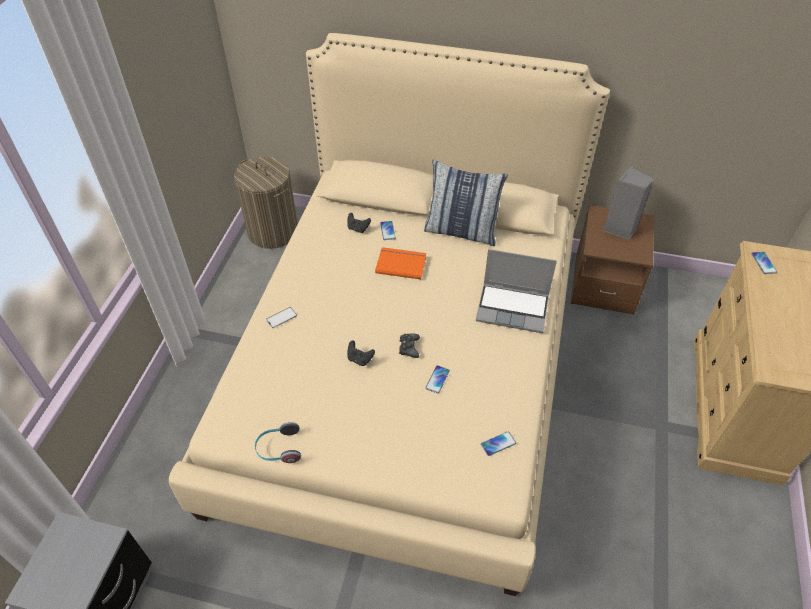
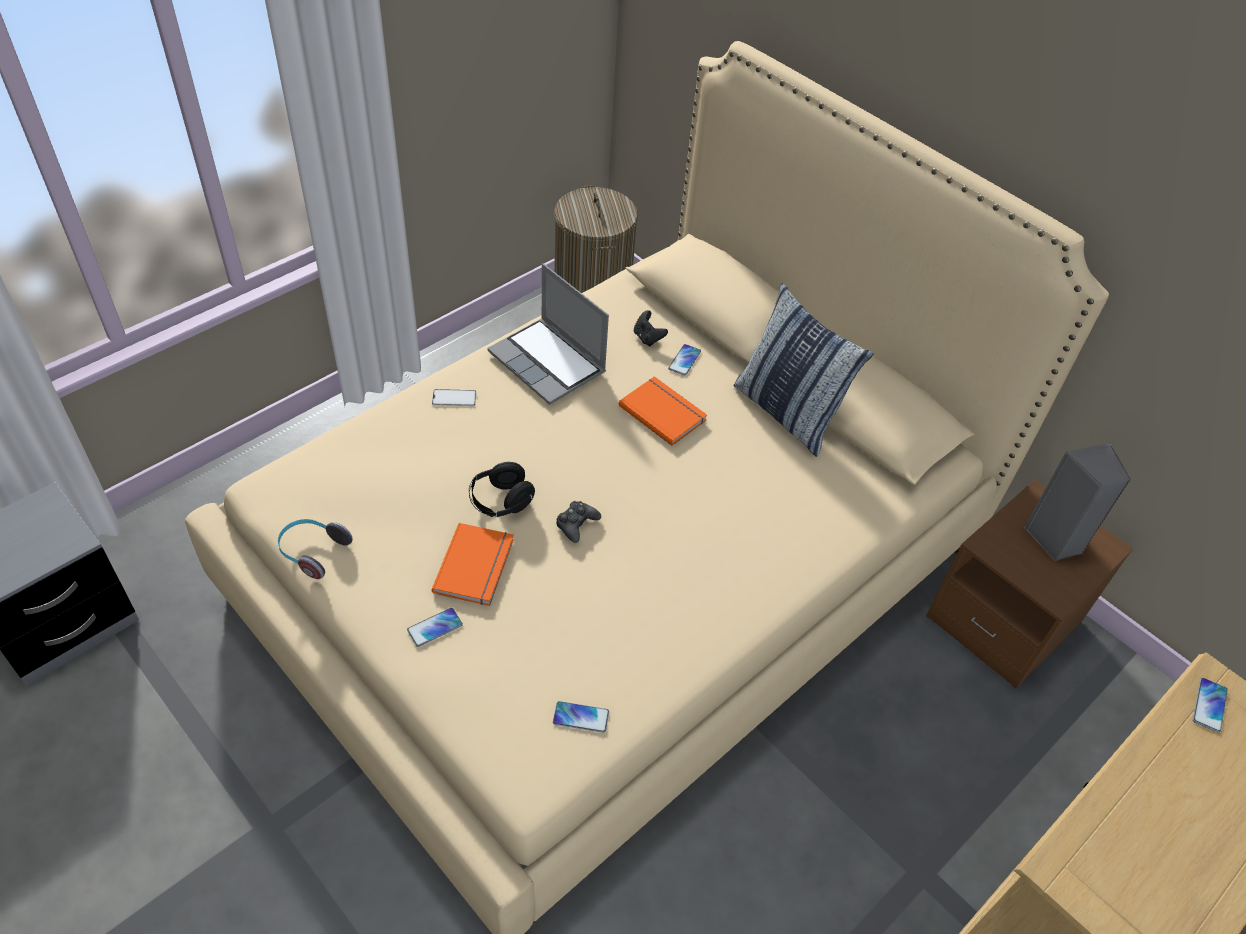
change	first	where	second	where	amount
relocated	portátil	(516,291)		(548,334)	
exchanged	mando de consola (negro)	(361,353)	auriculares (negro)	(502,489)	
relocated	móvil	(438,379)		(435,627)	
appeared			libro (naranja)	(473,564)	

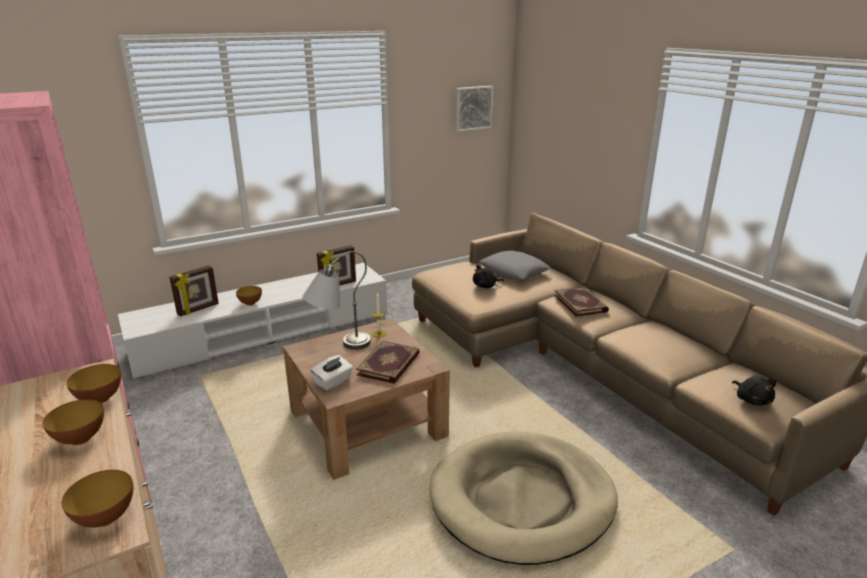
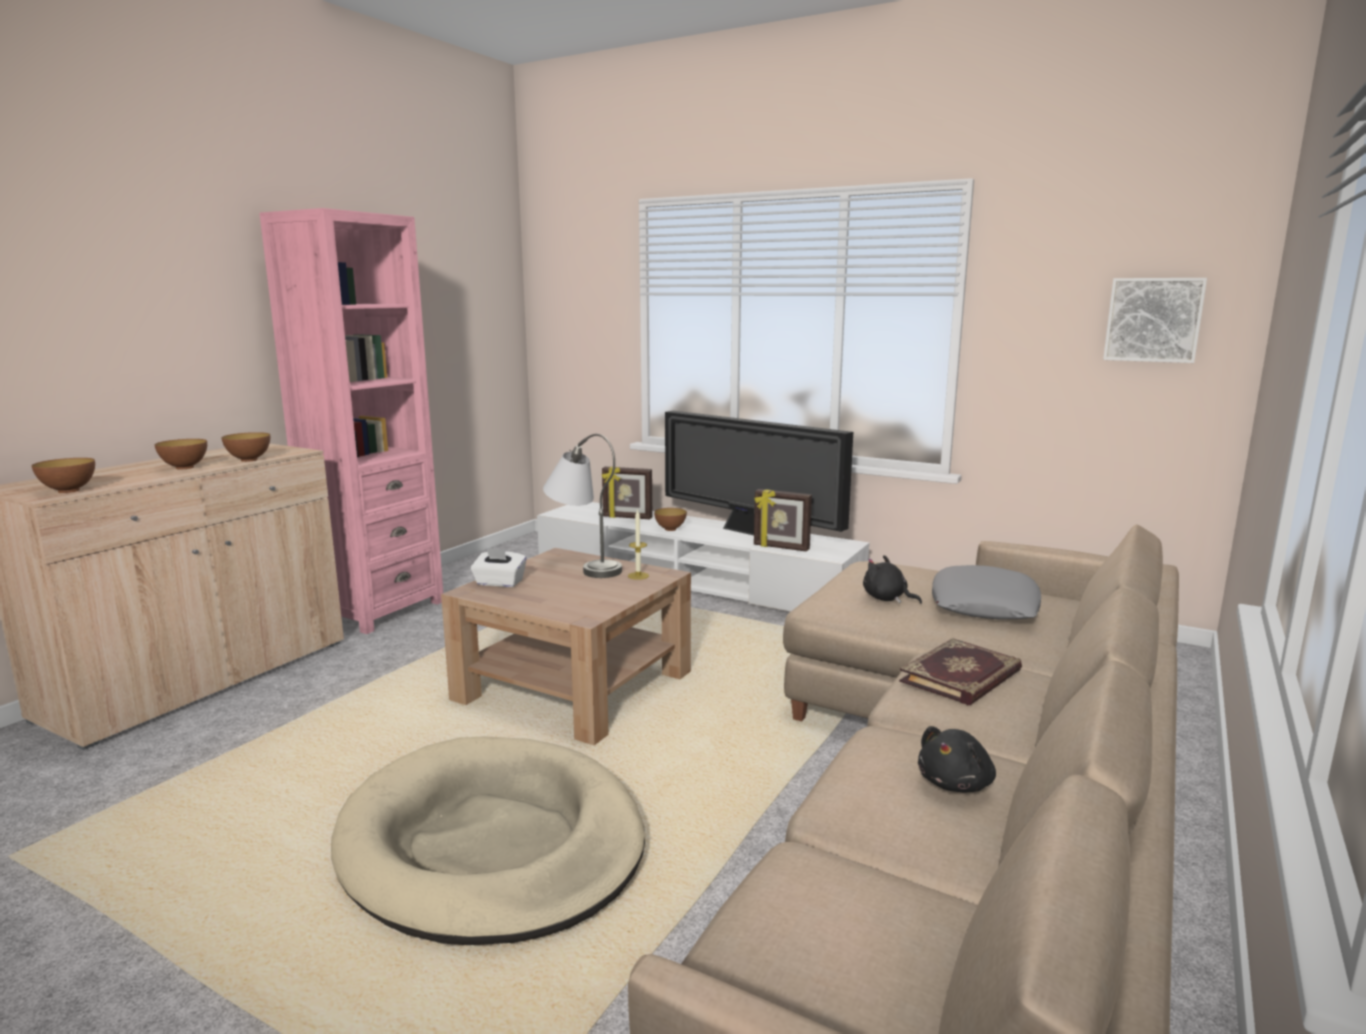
change	first	where	second	where	amount
missing	libro	(388,362)			
relocated	peluche (negro)	(754,390)		(957,759)	
appeared			televisor	(759,473)	

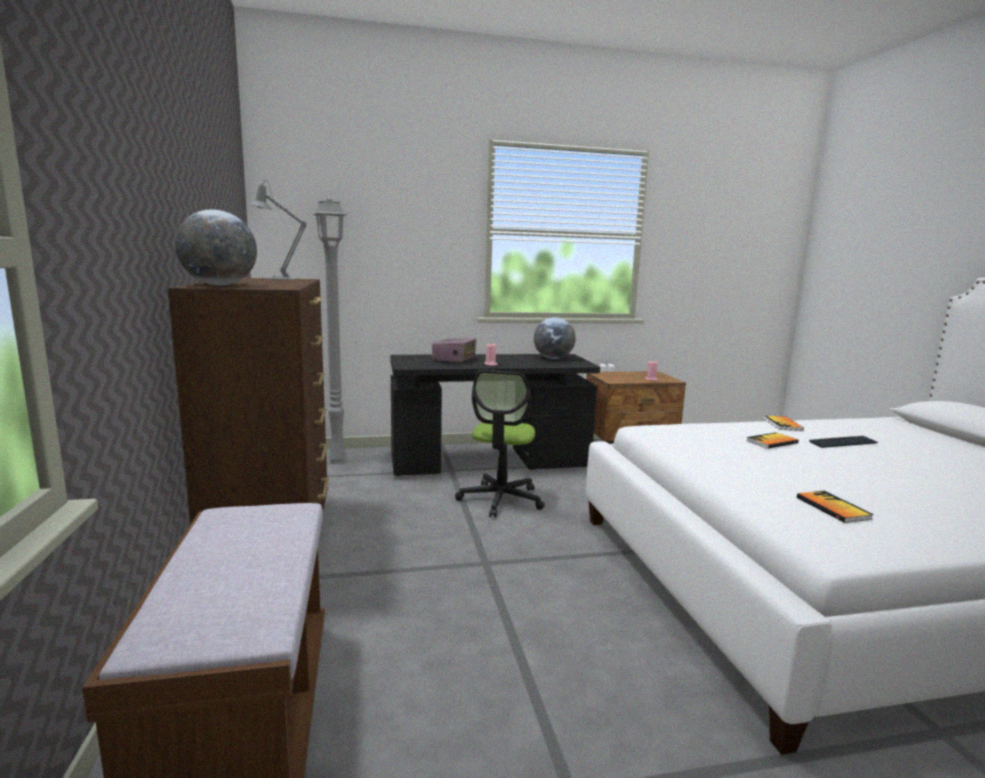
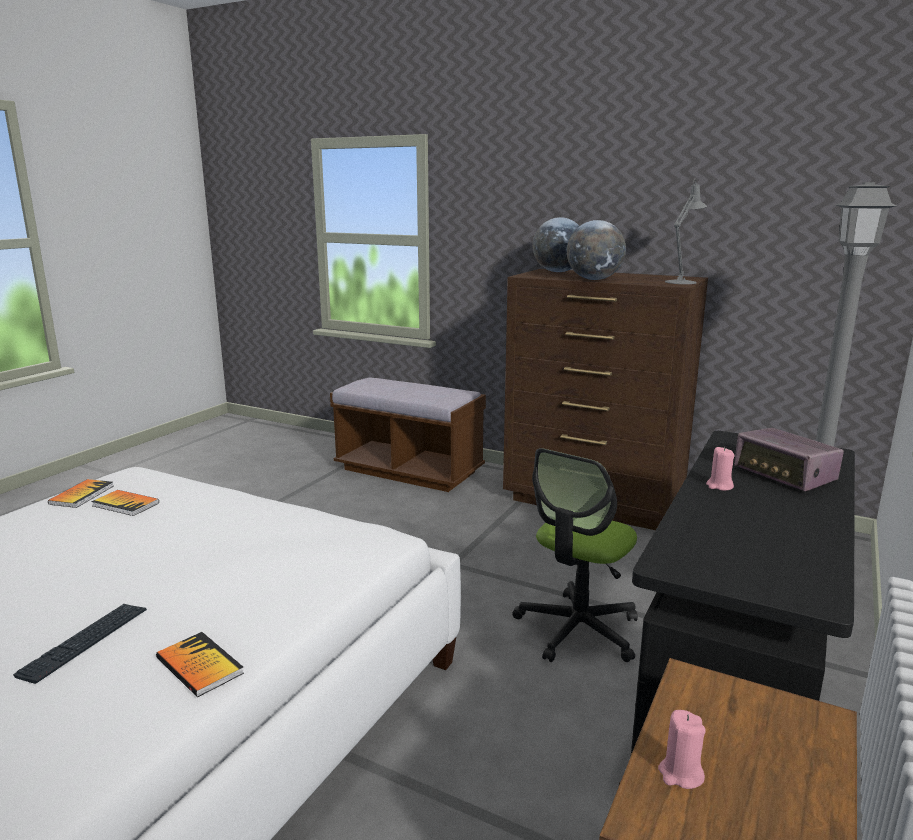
change	first	where	second	where	amount
relocated	globo terráqueo	(555,338)		(596,250)	
spun	silla de oficina	(500,444)		(575,555)	105 degrees counterclockwise
relocated	libro	(772,440)		(81,493)	

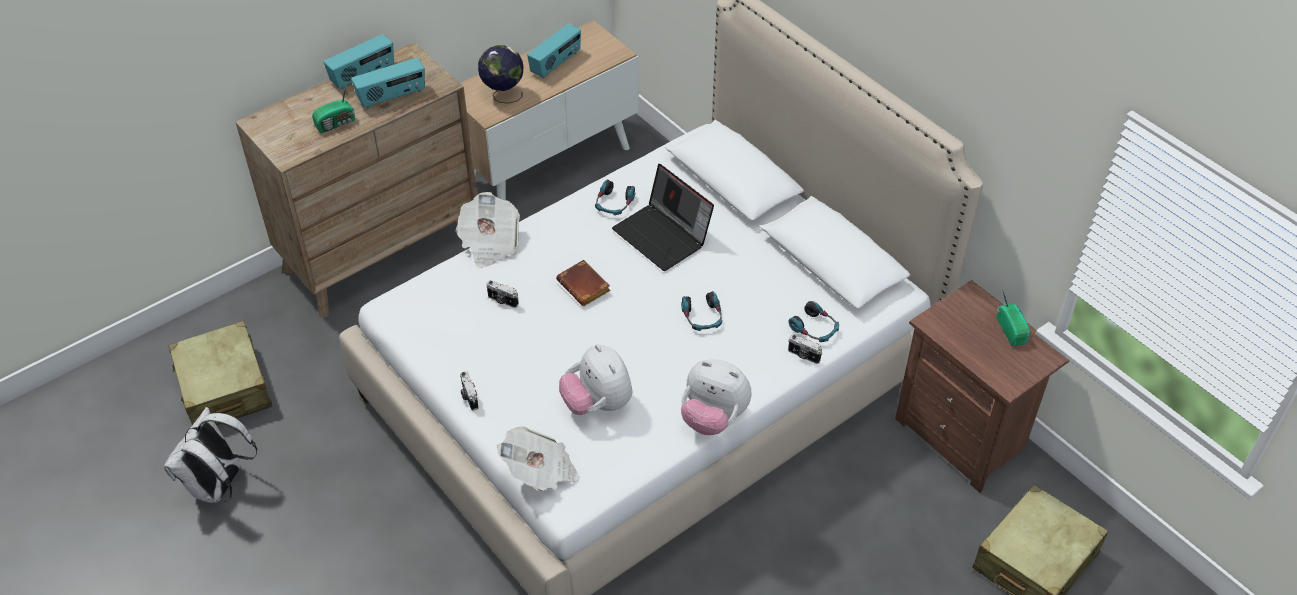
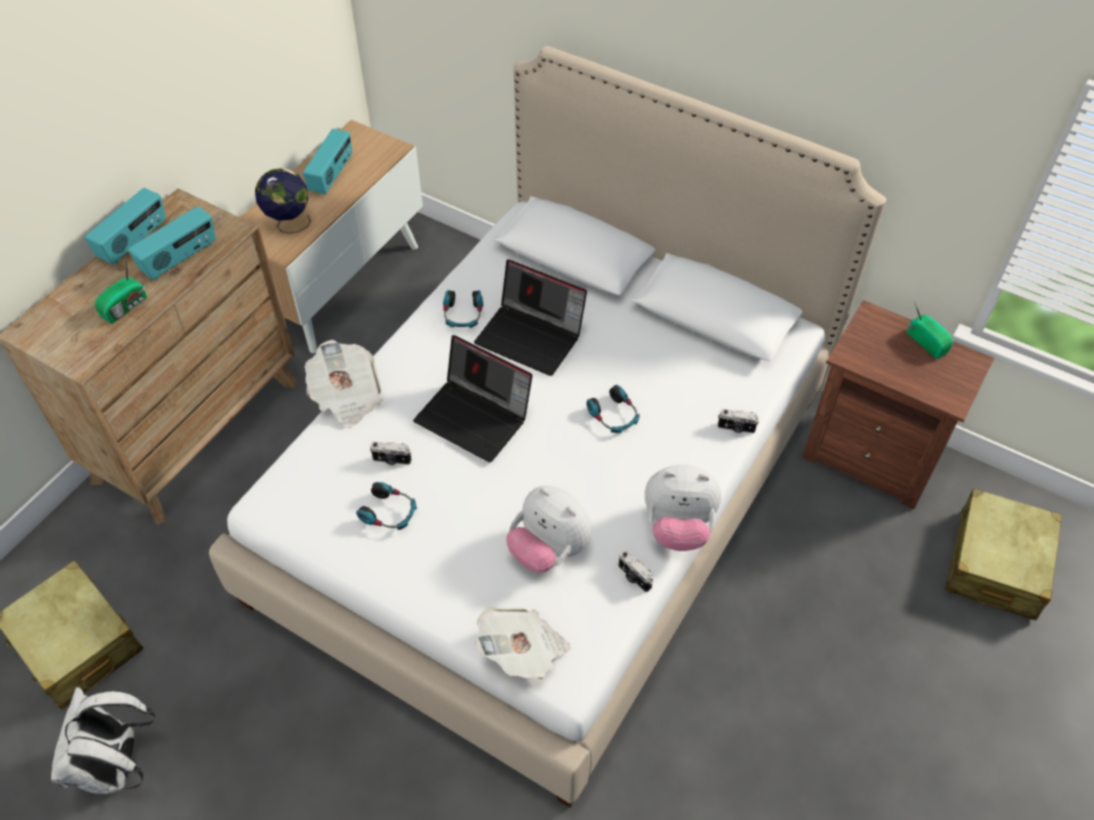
change	first	where	second	where	amount
exchanged	libro (marrón)	(583,283)	portátil	(473,399)	
relocated	auriculares	(814,321)		(386,506)	
relocated	cámara	(469,390)		(636,571)	

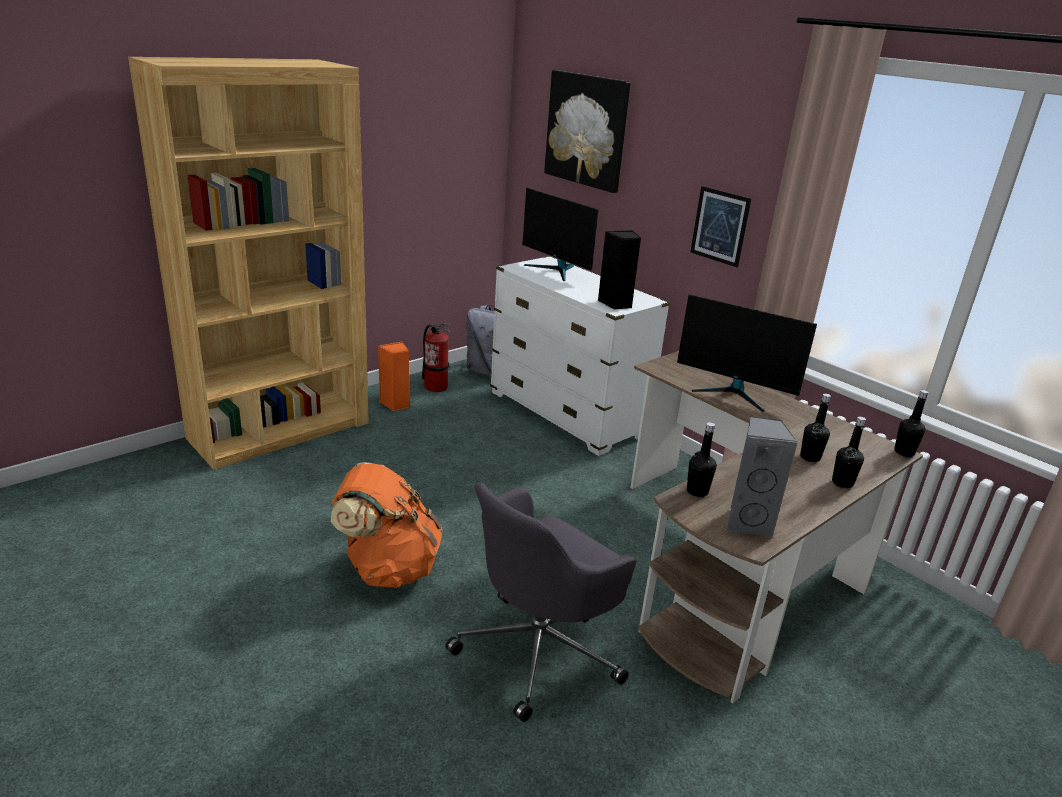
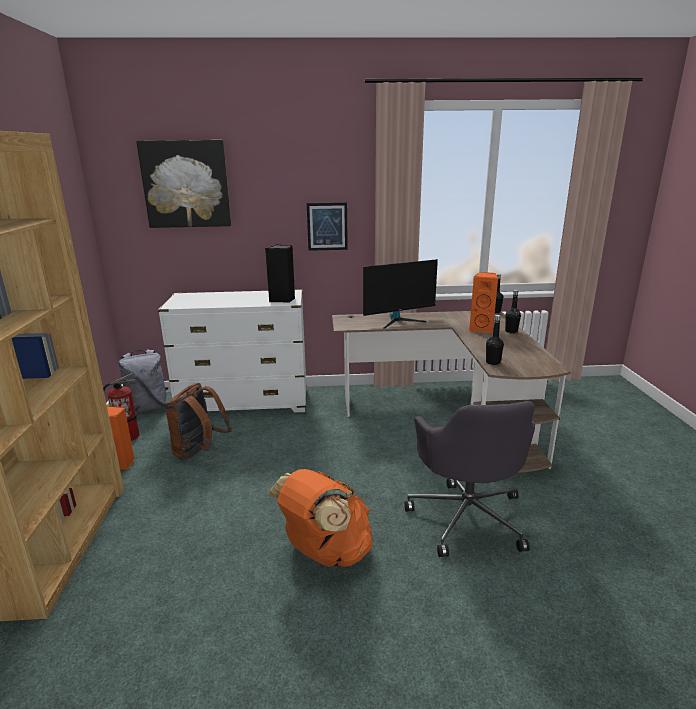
change	first	where	second	where	amount
missing	monitor	(560,234)			
exchanged	botella (negro)	(815,428)	altavoz (naranja)	(483,302)	
missing	altavoz (gris)	(762,476)			
appeared			mochila (marrón)	(199,421)	

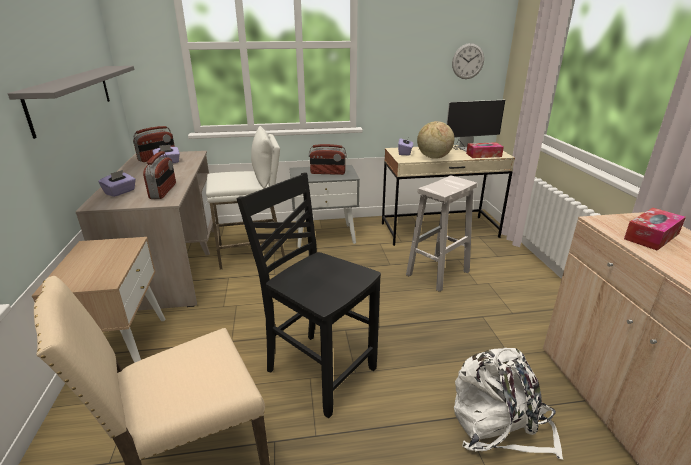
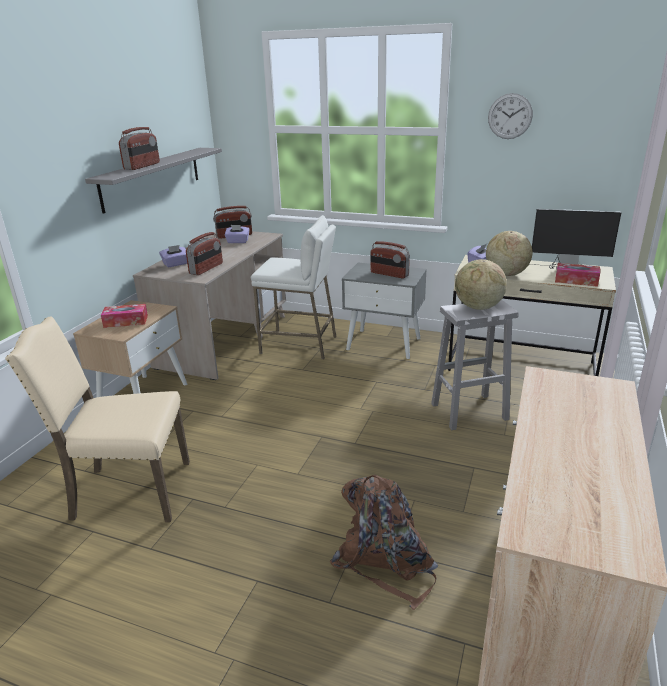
change	first	where	second	where	amount
relocated	reloj de pared	(468,61)		(510,116)	
missing	silla (negro)	(309,295)			
relocated	caja de pañuelos	(655,229)		(124,316)	
colour	mochila (blanco)	(508,404)	mochila (marrón)	(384,542)	
appeared			radio	(139,148)	
appeared			globo terráqueo	(481,284)	

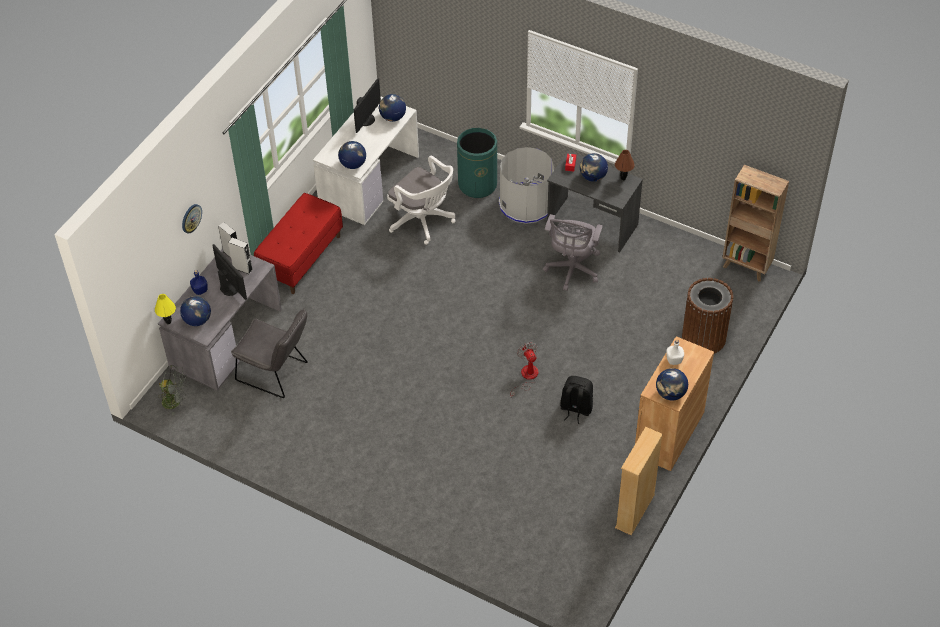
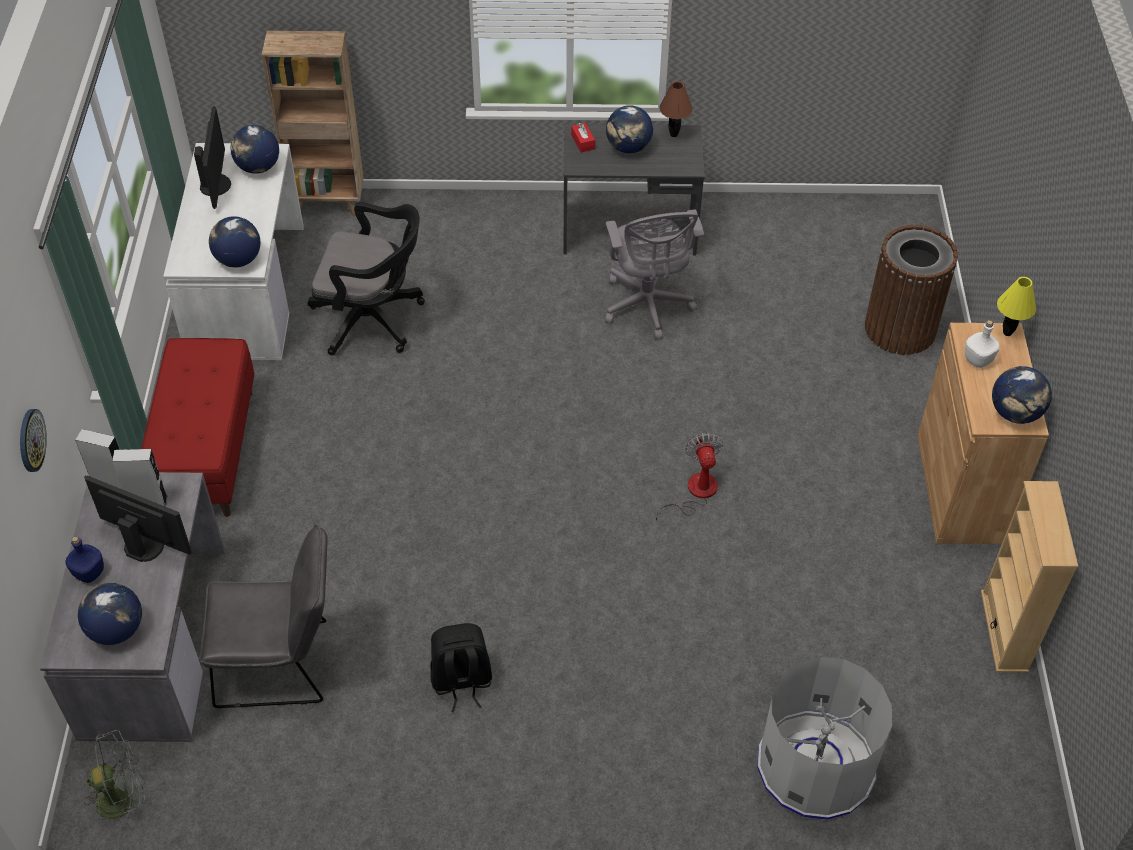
change	first	where	second	where	amount
missing	papelera (verde)	(477,163)			
relocated	papelera (gris)	(526,185)		(824,738)	
colour	silla de oficina (blanco)	(421,200)	silla de oficina (negro)	(366,278)	
relocated	estantería (marrón)	(755,223)		(313,124)	
relocated	lámpara de mesa (amarillo)	(165,309)		(1016,306)	
spun	ventilador	(524,370)		(688,477)	45 degrees clockwise
relocated	mochila (negro)	(576,400)		(461,667)	

